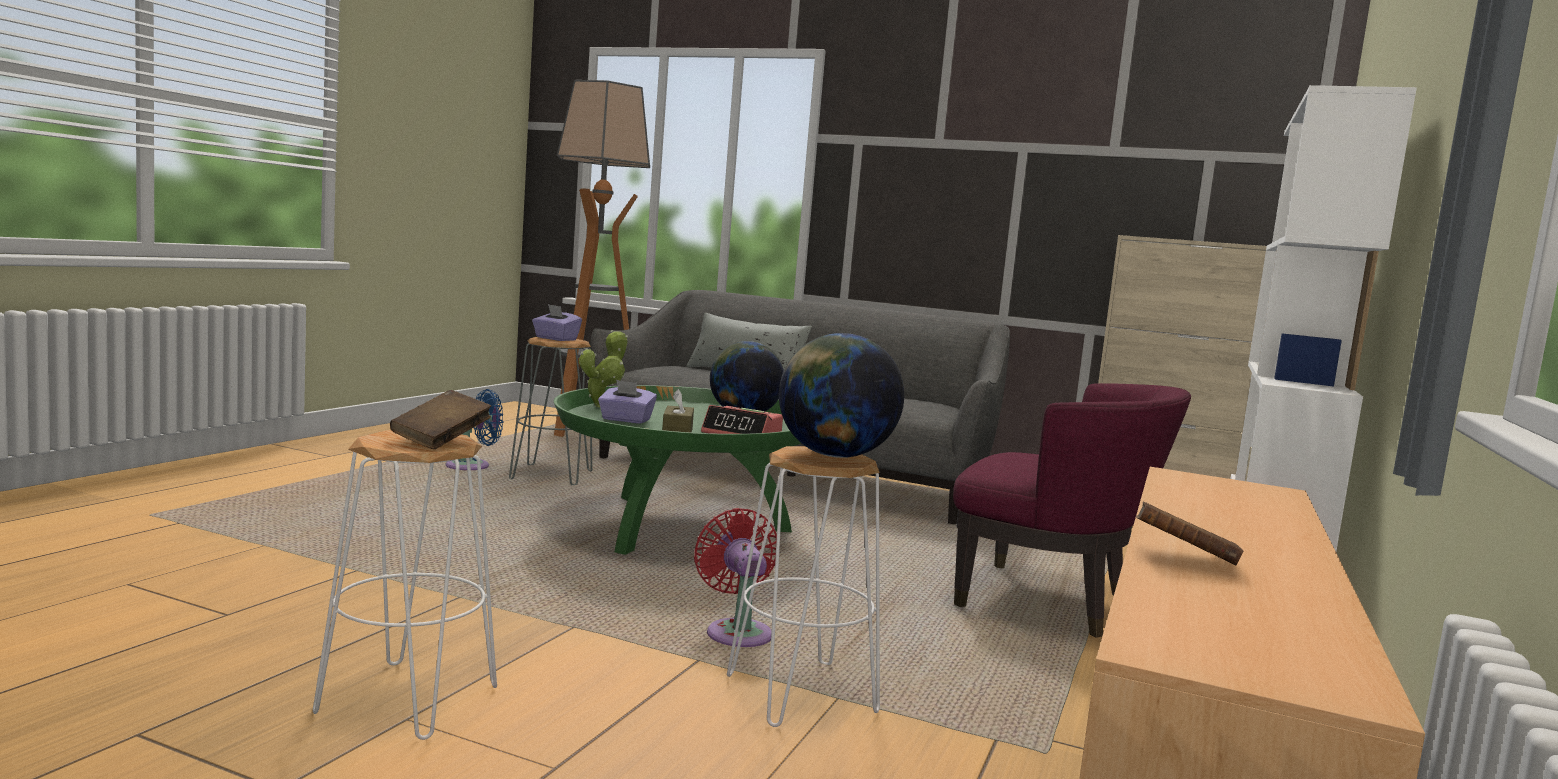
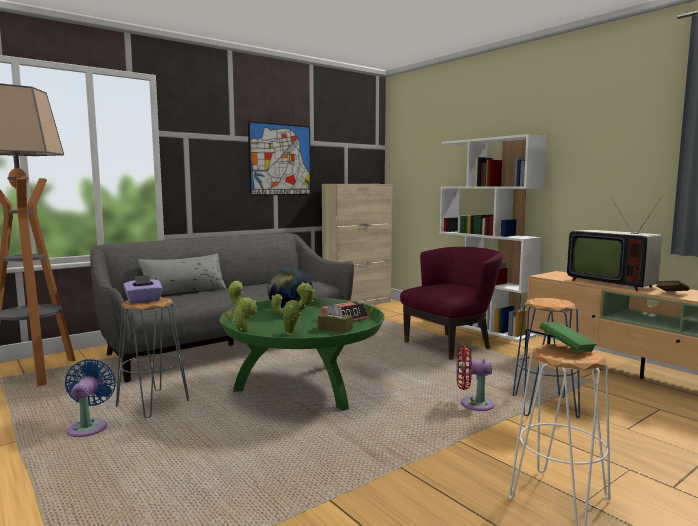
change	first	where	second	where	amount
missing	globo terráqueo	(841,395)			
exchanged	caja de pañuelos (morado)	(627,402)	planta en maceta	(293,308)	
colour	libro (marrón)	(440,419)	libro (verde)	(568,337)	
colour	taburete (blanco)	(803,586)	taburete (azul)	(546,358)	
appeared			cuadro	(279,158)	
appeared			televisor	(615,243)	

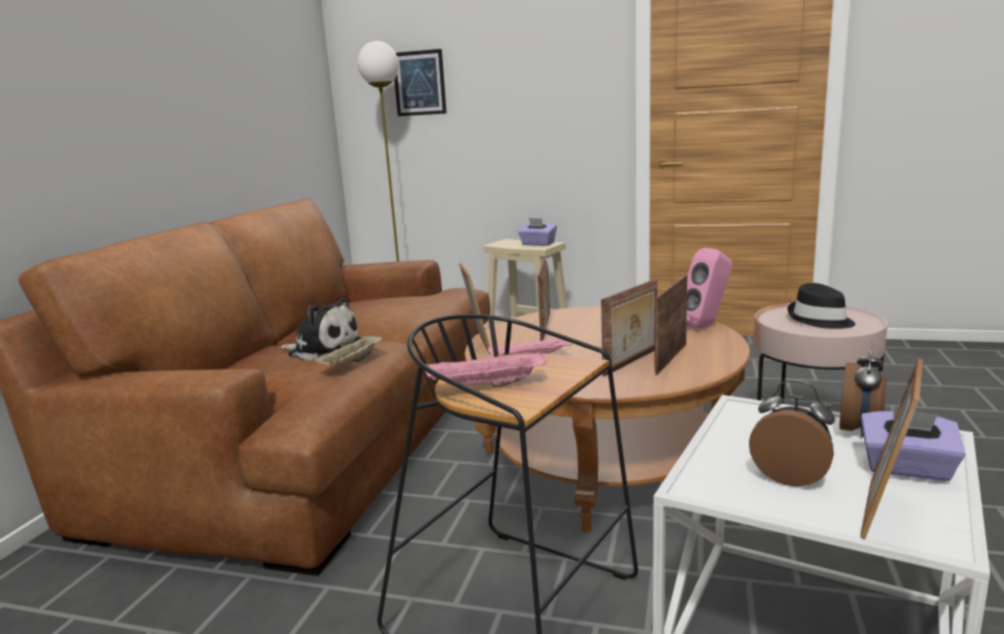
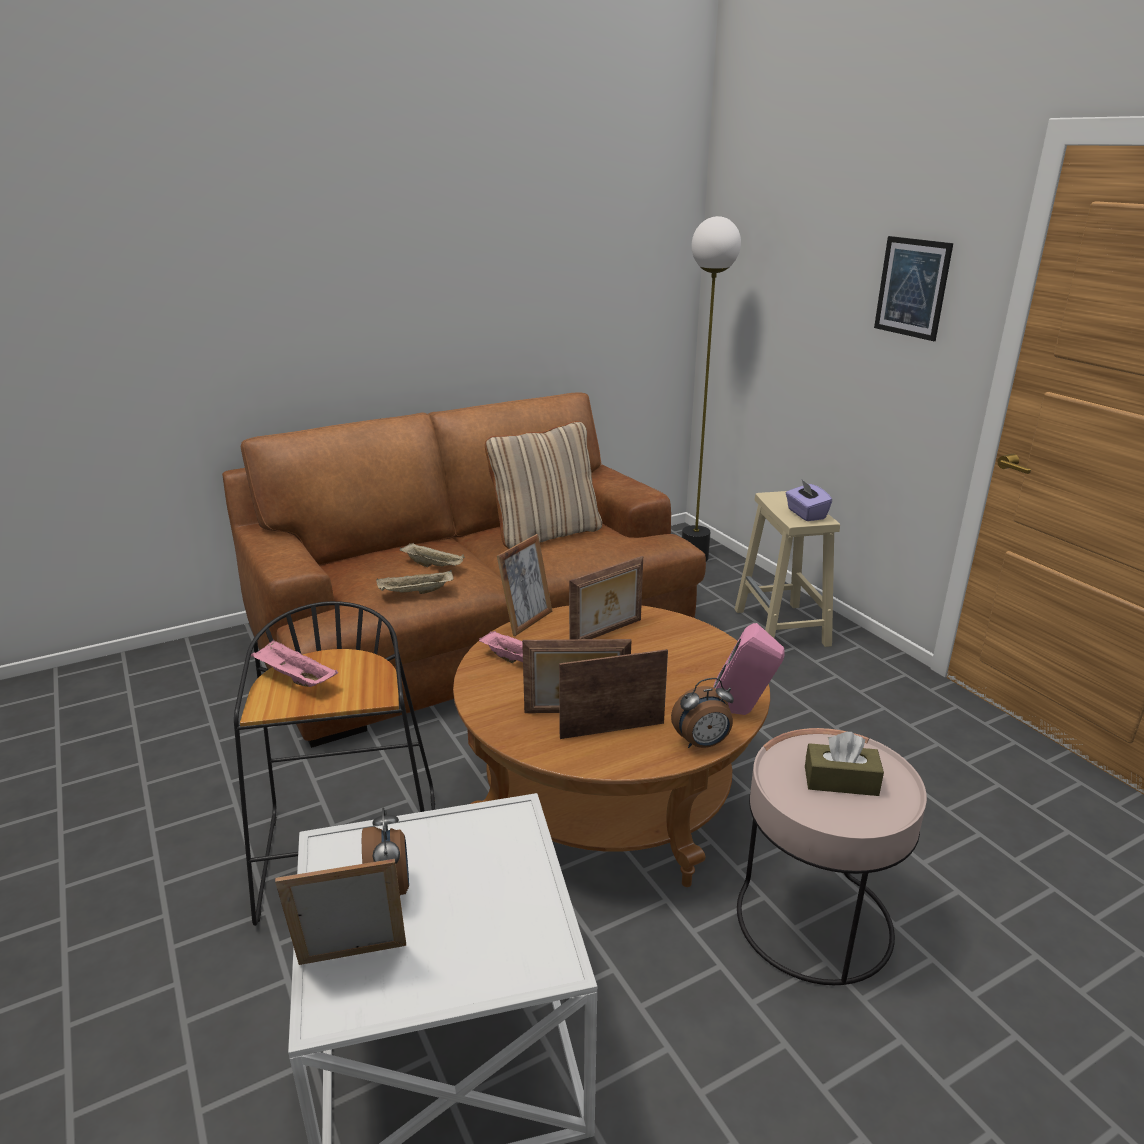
change	first	where	second	where	amount
relocated	cuadro	(420,82)		(913,288)	
exchanged	sombrero (negro)	(821,306)	caja de pañuelos (marrón)	(844,764)	
exchanged	peluche	(321,329)	bandeja (beis)	(432,555)	
relocated	despertador	(863,390)		(702,713)	
missing	caja de pañuelos (morado)	(913,445)			
appeared			cojín (beis)	(543,485)	

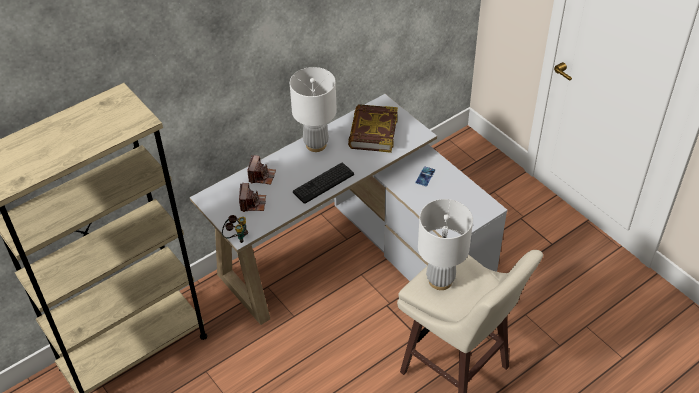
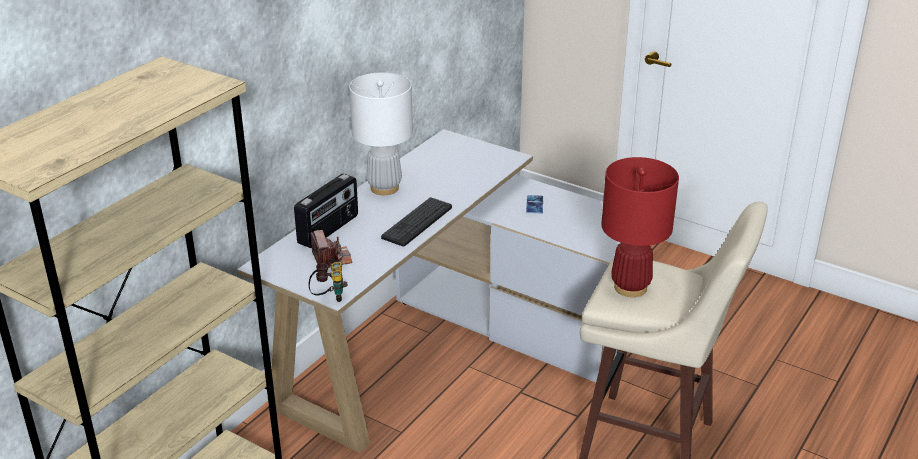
change	first	where	second	where	amount
missing	libro	(373,128)			
exchanged	cámara	(261,170)	radio	(326,210)	
colour	lámpara de mesa (blanco)	(445,244)	lámpara de mesa (rojo)	(640,227)	

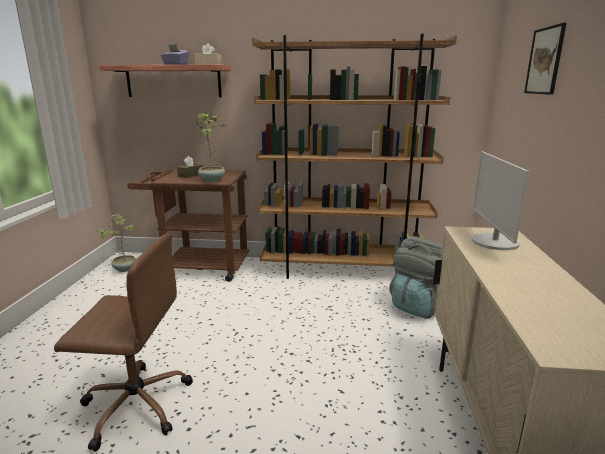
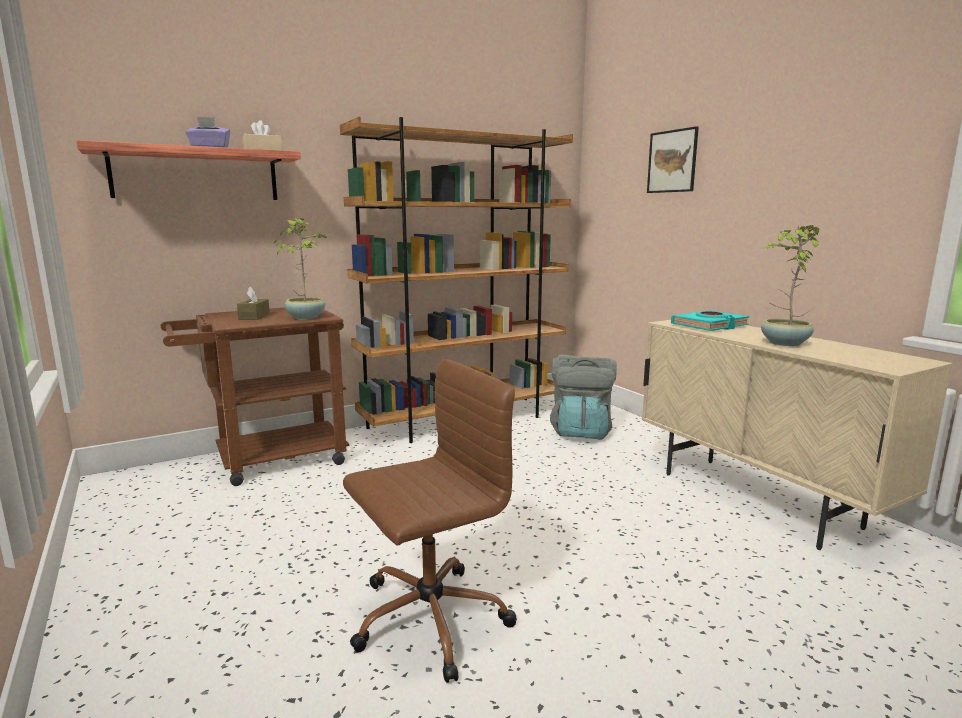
change	first	where	second	where	amount
exchanged	monitor	(500,200)	libro (turquesa)	(710,320)	
relocated	planta en maceta	(116,242)		(790,285)	

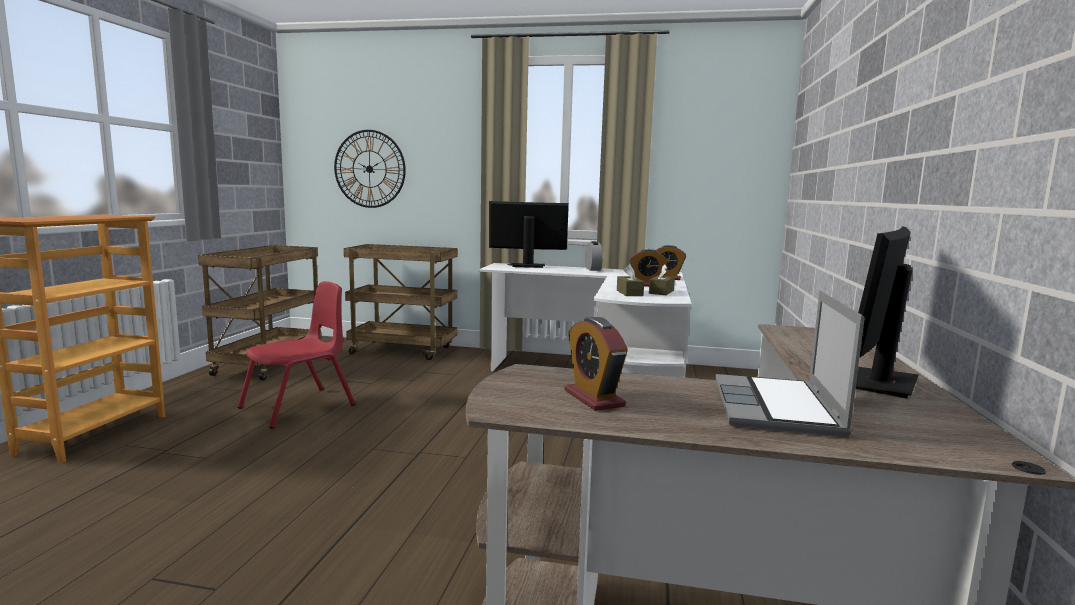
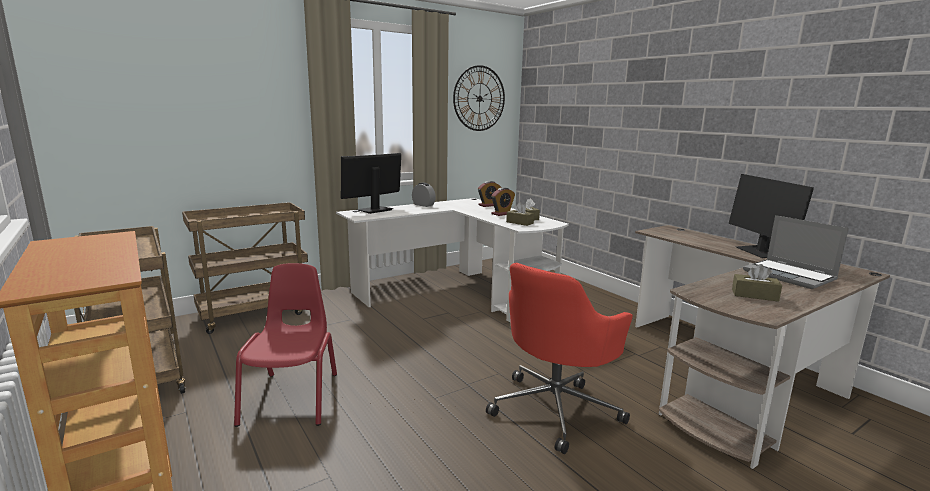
change	first	where	second	where	amount
relocated	reloj de pared	(370,169)		(479,98)	
exchanged	despertador	(596,364)	caja de pañuelos (marrón)	(757,283)	
appeared			silla de oficina (rojo)	(559,358)	

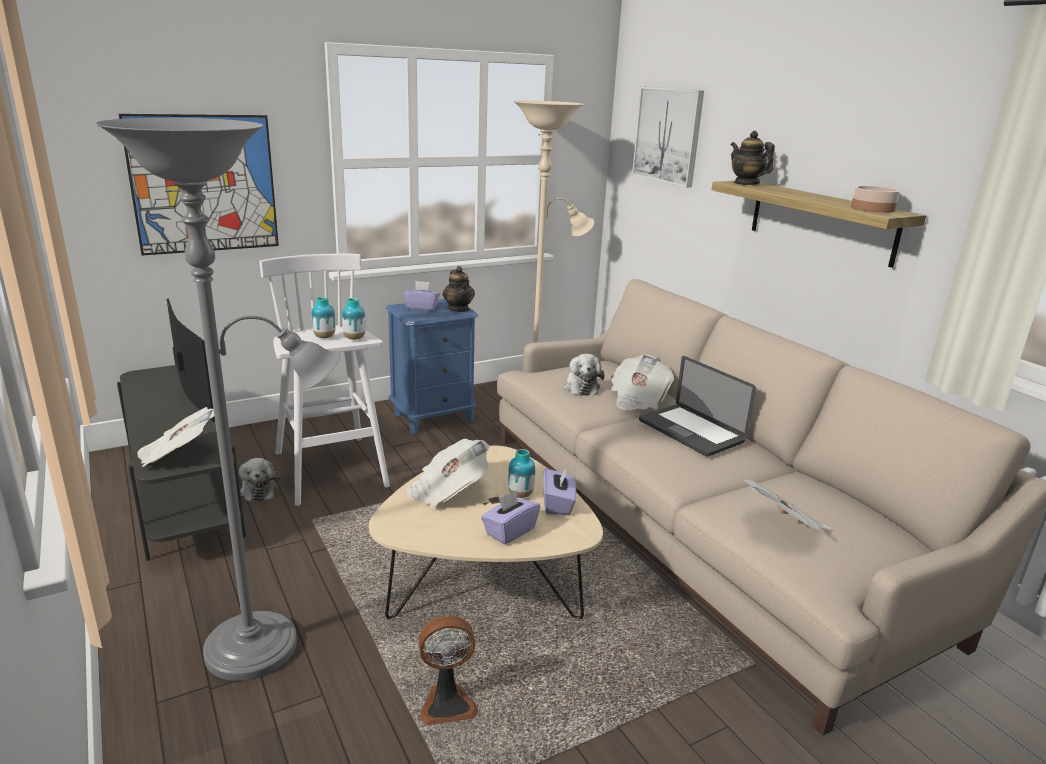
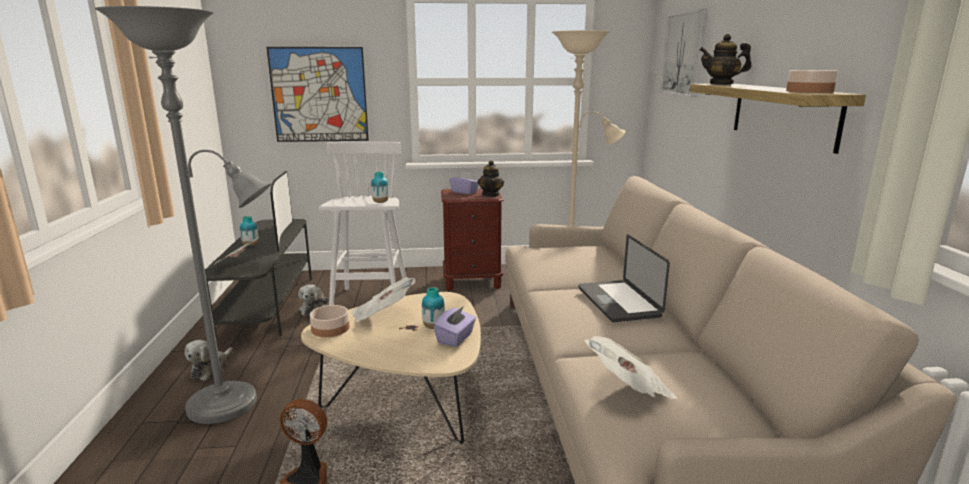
change	first	where	second	where	amount
spun	tetera	(753,158)		(726,59)	75 degrees counterclockwise
relocated	florero	(323,317)		(249,231)	
colour	mesita de noche (azul)	(432,366)	mesita de noche (marrón)	(472,240)	
relocated	peluche	(584,375)		(209,360)	
missing	periódico	(642,382)			
missing	caja de pañuelos (morado)	(510,517)			
appeared			cuenco	(330,321)	

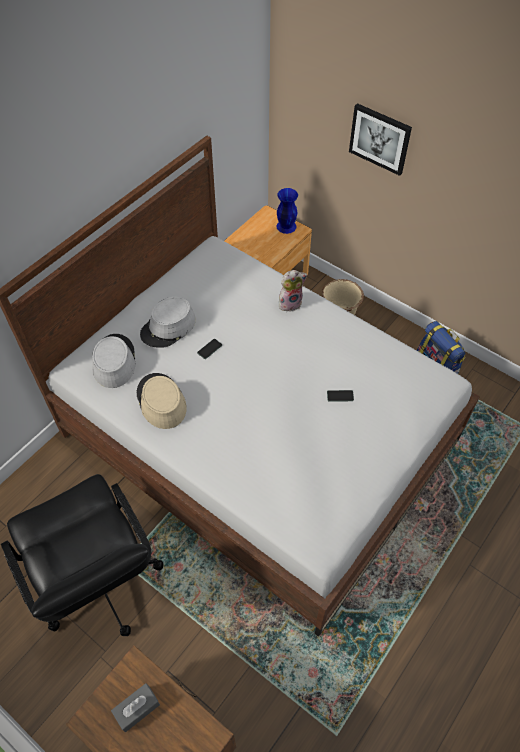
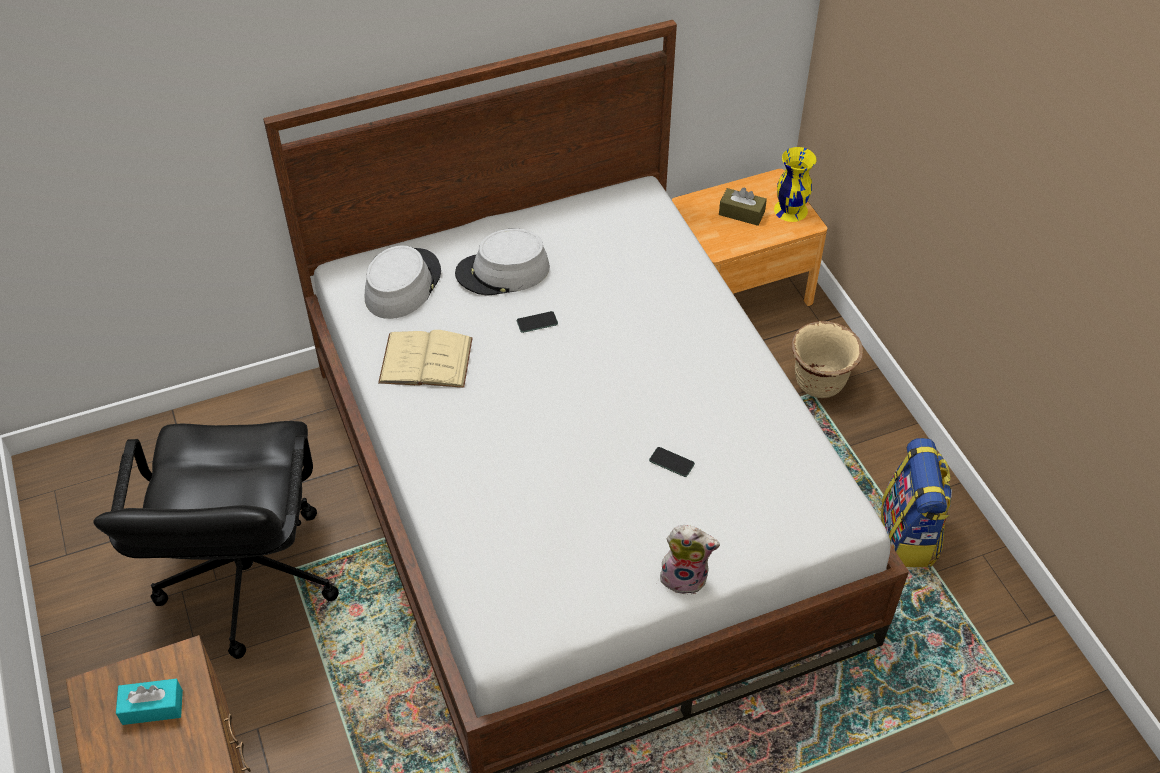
change	first	where	second	where	amount
missing	cuadro	(380,139)			
colour	florero (azul)	(287,211)	florero (amarillo)	(795,184)	
relocated	peluche	(293,290)		(690,559)	
exchanged	sombrero (beis)	(162,401)	libro (beis)	(425,359)	
colour	caja de pañuelos (gris)	(135,707)	caja de pañuelos (turquesa)	(149,702)	
appeared			caja de pañuelos (marrón)	(743,206)	

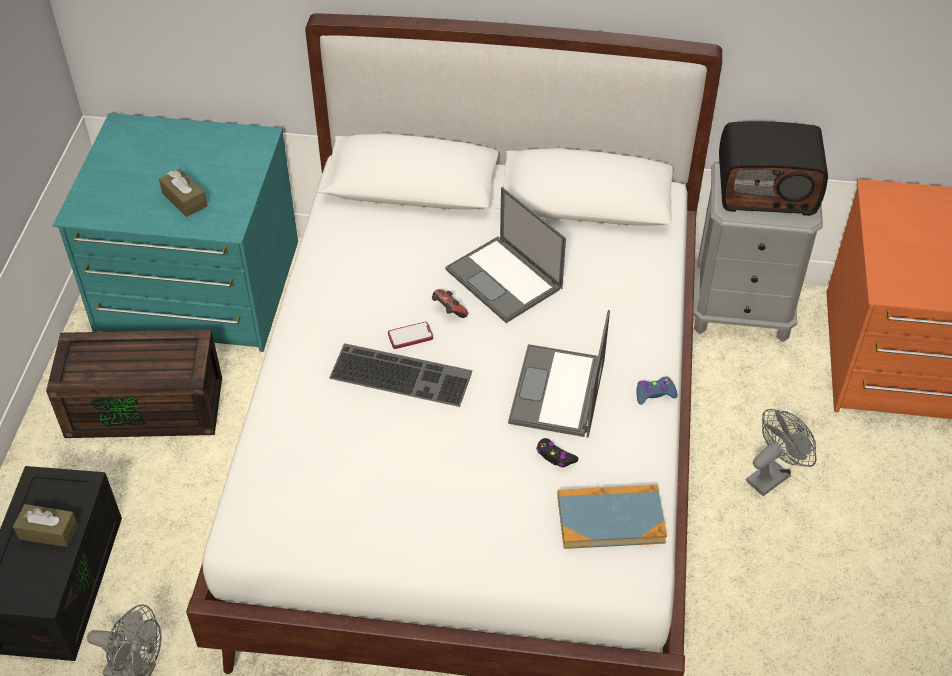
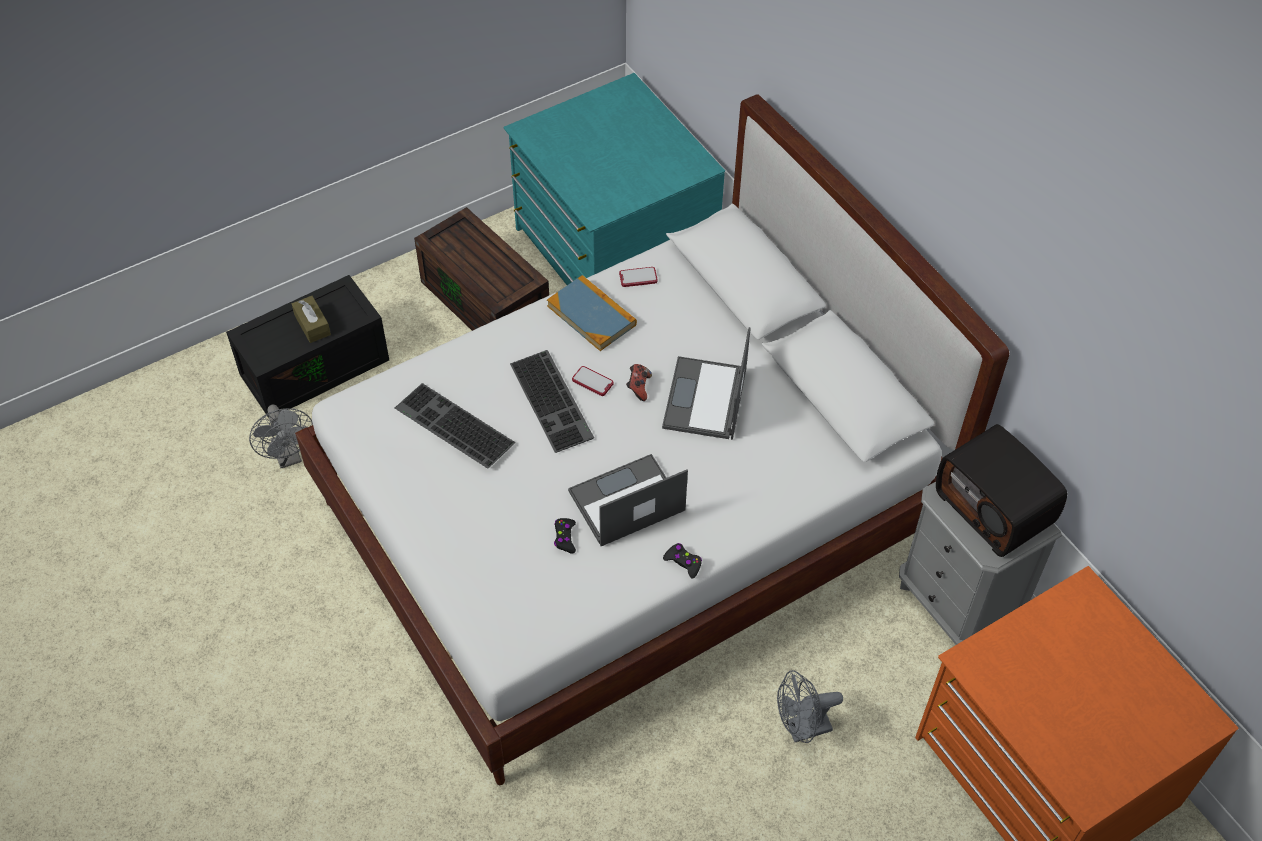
change	first	where	second	where	amount
missing	caja de pañuelos (marrón)	(183,192)			
colour	mando de consola (azul)	(657,391)	mando de consola (negro)	(682,561)	
spun	ventilador (gris)	(781,452)		(810,706)	150 degrees clockwise
relocated	libro	(612,517)		(592,313)	
appeared			móvil	(638,277)	
appeared			teclado	(455,426)	

